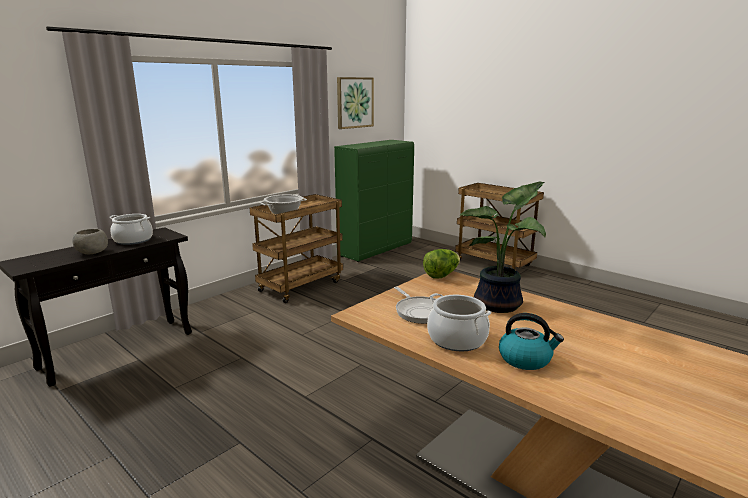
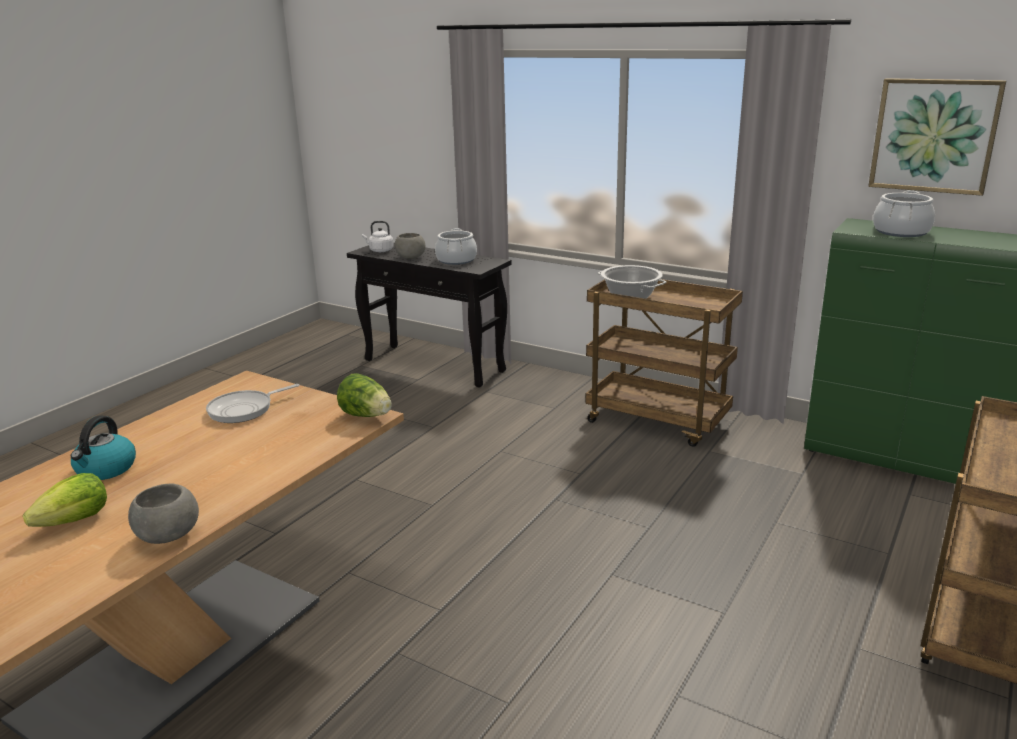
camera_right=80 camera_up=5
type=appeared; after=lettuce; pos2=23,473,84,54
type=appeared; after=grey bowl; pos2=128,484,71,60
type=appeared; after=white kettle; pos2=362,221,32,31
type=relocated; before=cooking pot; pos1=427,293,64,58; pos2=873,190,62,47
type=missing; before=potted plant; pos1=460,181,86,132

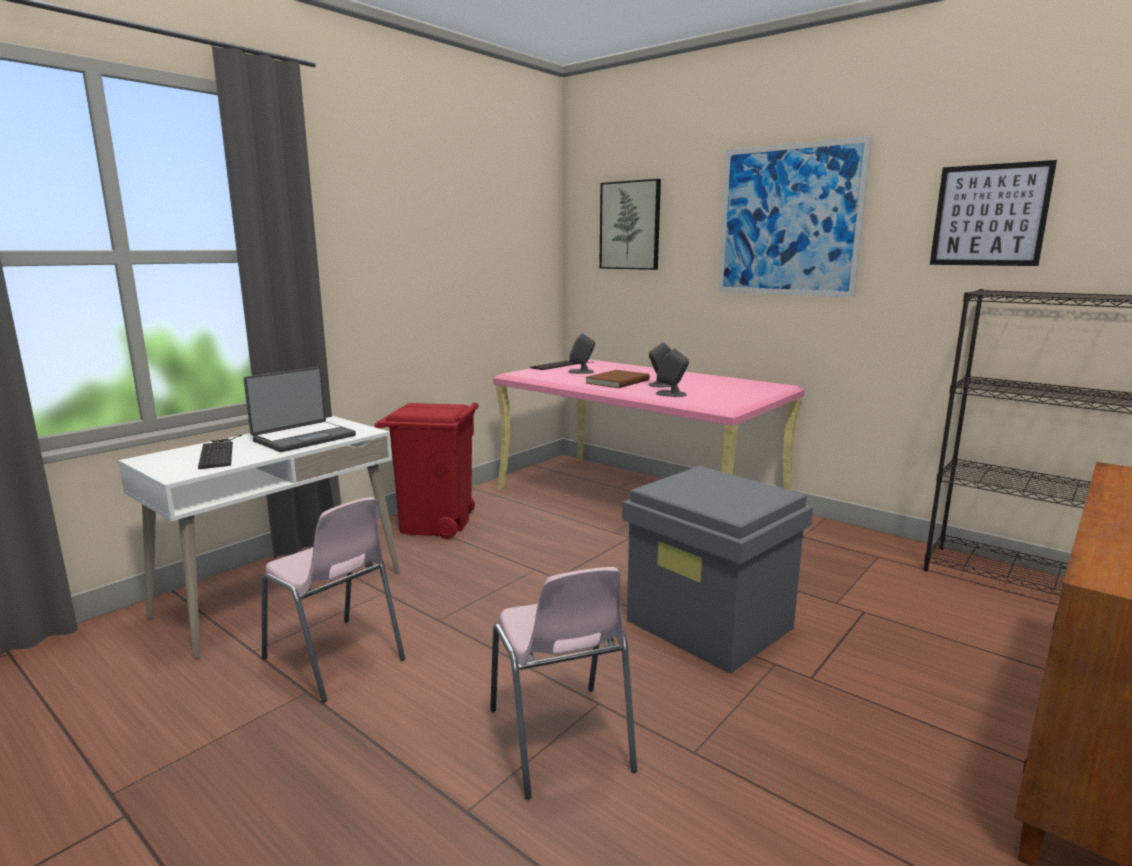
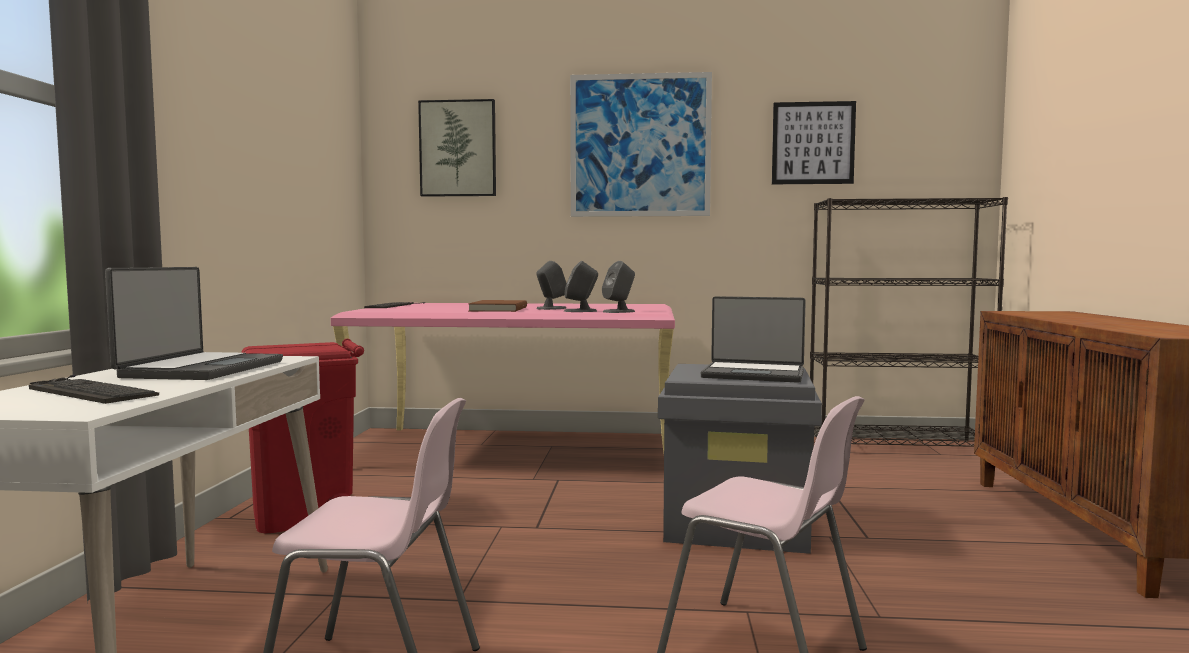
camera_right=-35 camera_up=-10
type=relocated; before=grey speaker; pos1=568,333,27,41; pos2=602,261,33,52
type=appeared; after=laptop; pos2=701,296,105,87

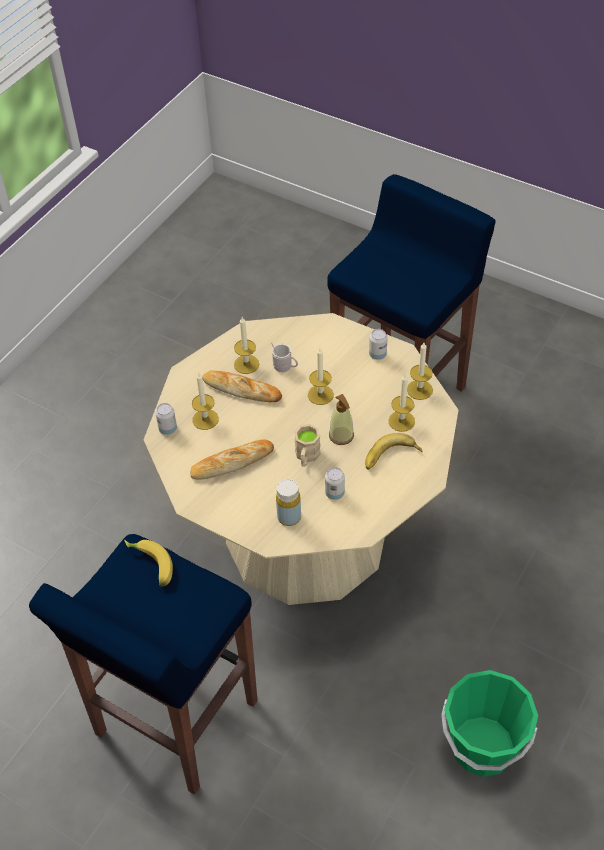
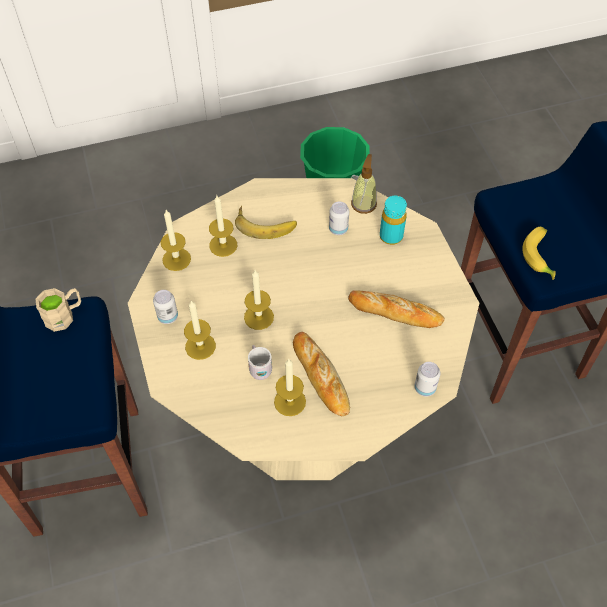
camera_right=-140 camera_up=5
type=relocated; before=beige mug; pos1=294,424,27,43; pos2=36,288,45,44
type=relocated; before=candle; pos1=192,372,27,58; pos2=184,301,32,59
type=relocated; before=soap dispenser; pos1=329,394,25,51; pos2=351,154,26,60
type=colour; before=yellow bottle; after=turquoise bottle; pos1=276,479,25,47; pos2=380,196,27,49

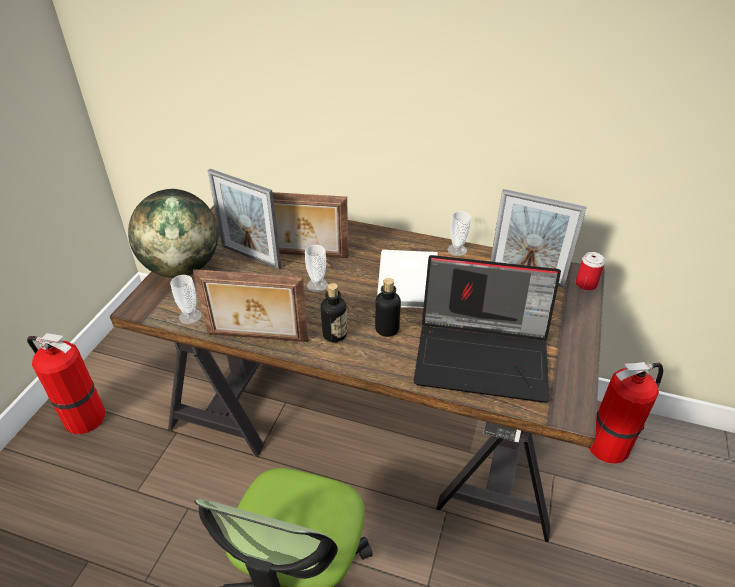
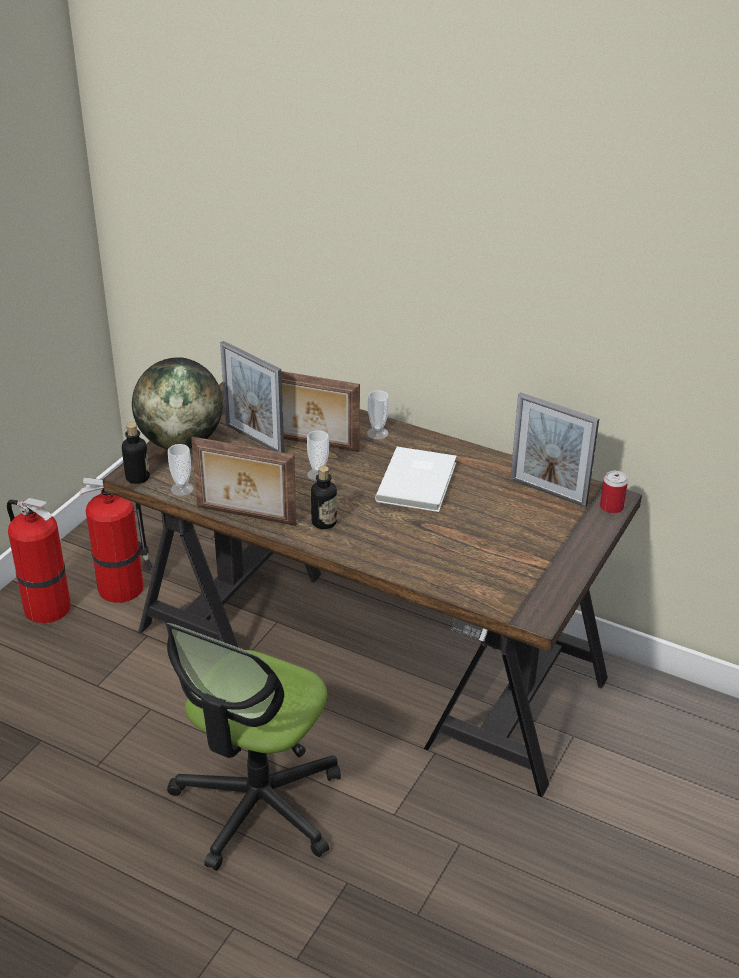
camera_right=10 camera_up=-5
type=relocated; before=fire extinguisher; pos1=589,362,74,102; pos2=80,477,73,126
type=relocated; before=bottle; pos1=375,278,26,59; pos2=122,422,28,62
type=relocated; before=cup; pos1=448,211,23,45; pos2=367,390,22,50
type=missing; before=laptop; pos1=414,255,147,148

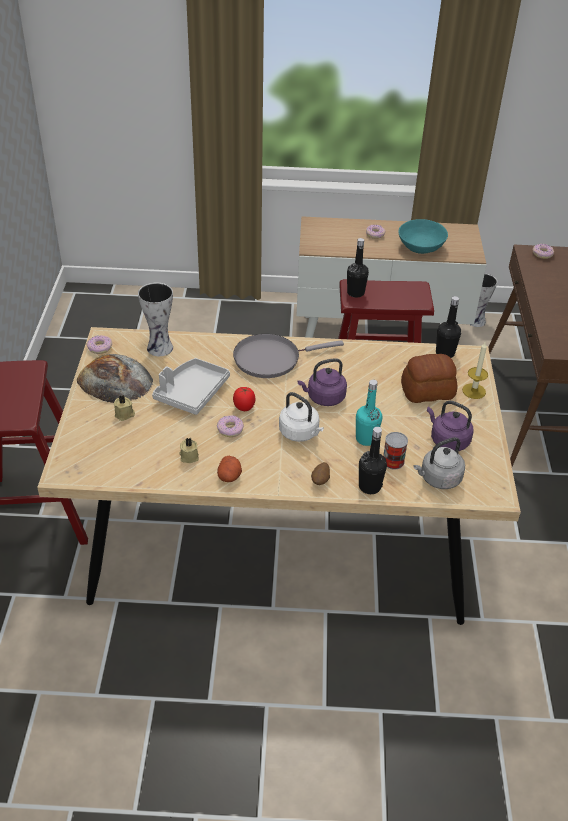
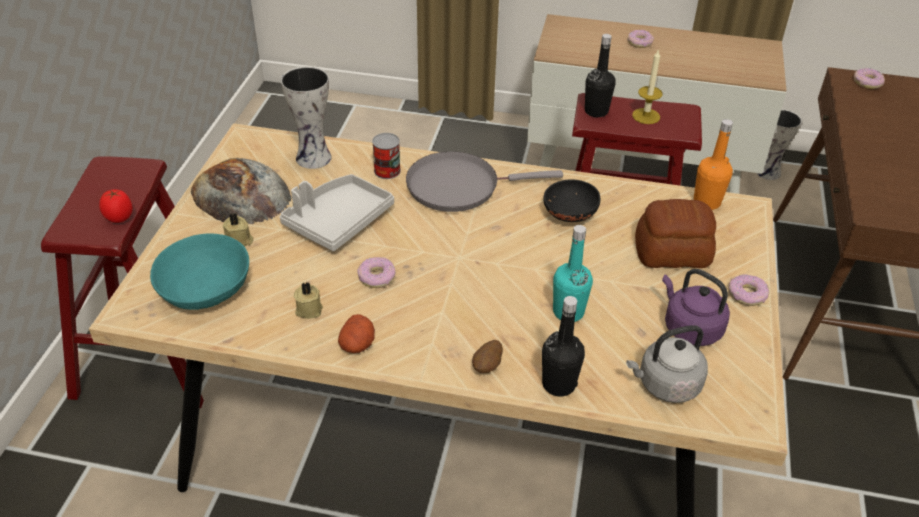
camera_right=10 camera_up=0
type=relocated; before=tomato; pos1=233,387,23,24; pos2=99,190,34,33
type=relocated; before=turquoise bowl; pos1=398,219,50,35; pos2=150,233,99,77
type=relocated; before=can; pos1=383,432,25,38; pos2=372,133,29,46
type=appeared; after=black bowl; pos2=544,179,56,43
type=relocated; before=candle; pos1=462,342,26,57; pos2=632,49,31,75
type=colour; before=black bottle; after=orange bottle; pos1=436,296,25,62; pos2=694,119,39,91
type=relocated; before=donut; pos1=87,335,25,19; pos2=728,275,41,31
type=missing; before=white kettle; pos1=279,392,45,50
type=missing; before=purple kettle; pos1=297,358,50,48

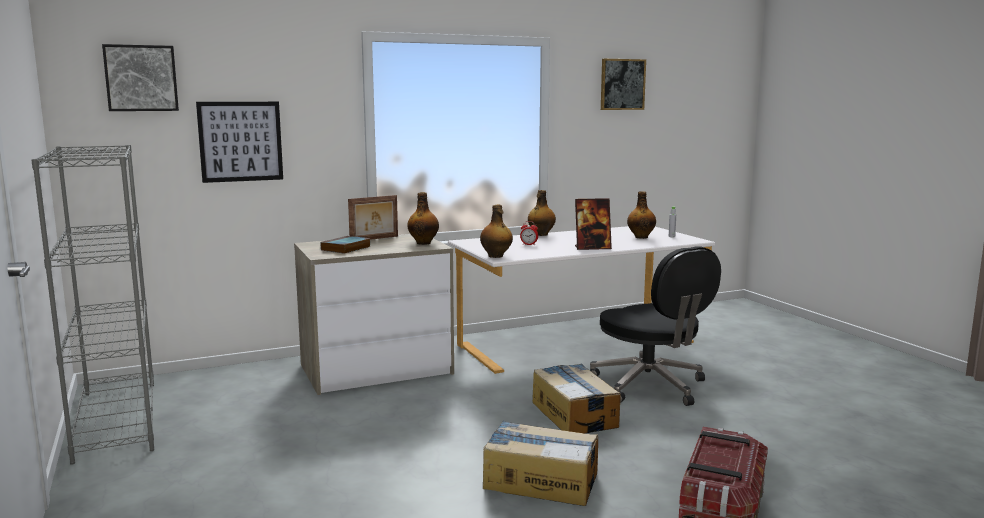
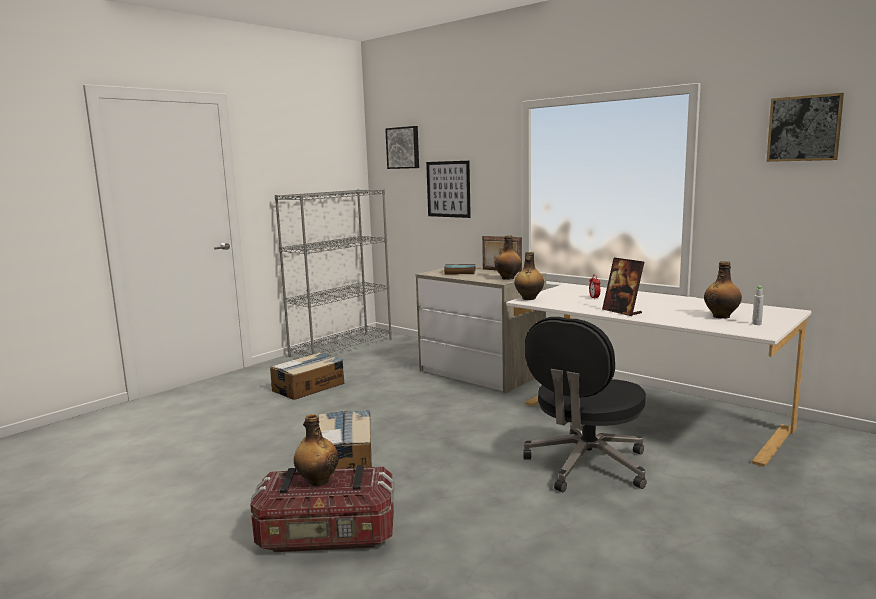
camera_right=65 camera_up=0
type=relocated; before=cardboard box; pos1=532,364,89,70; pos2=270,352,75,48
type=relocated; before=bottle; pos1=528,190,28,46; pos2=294,414,45,72

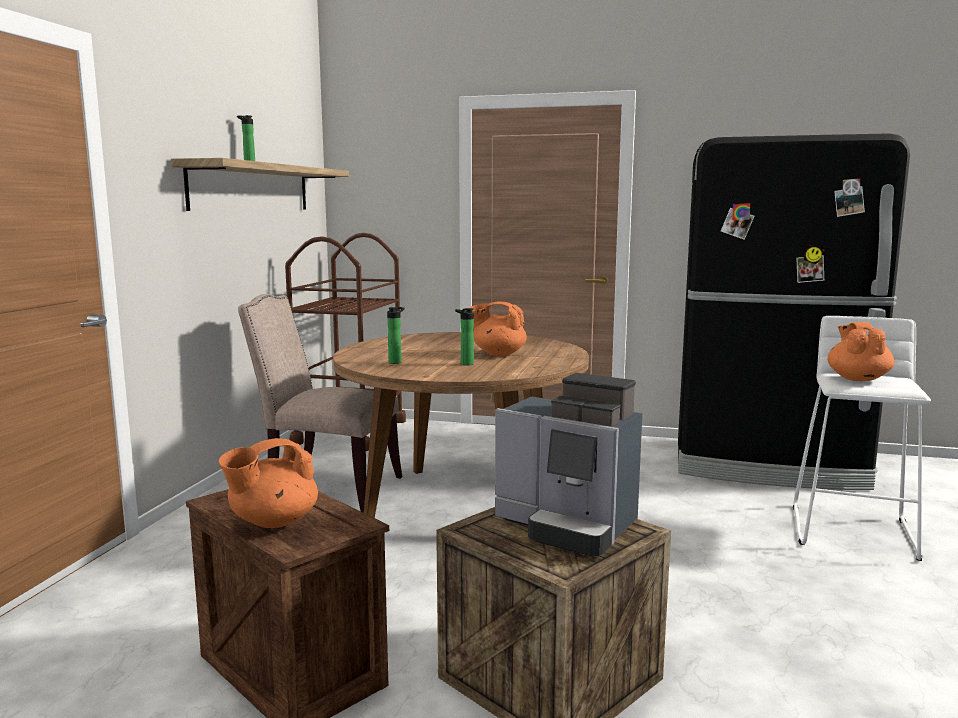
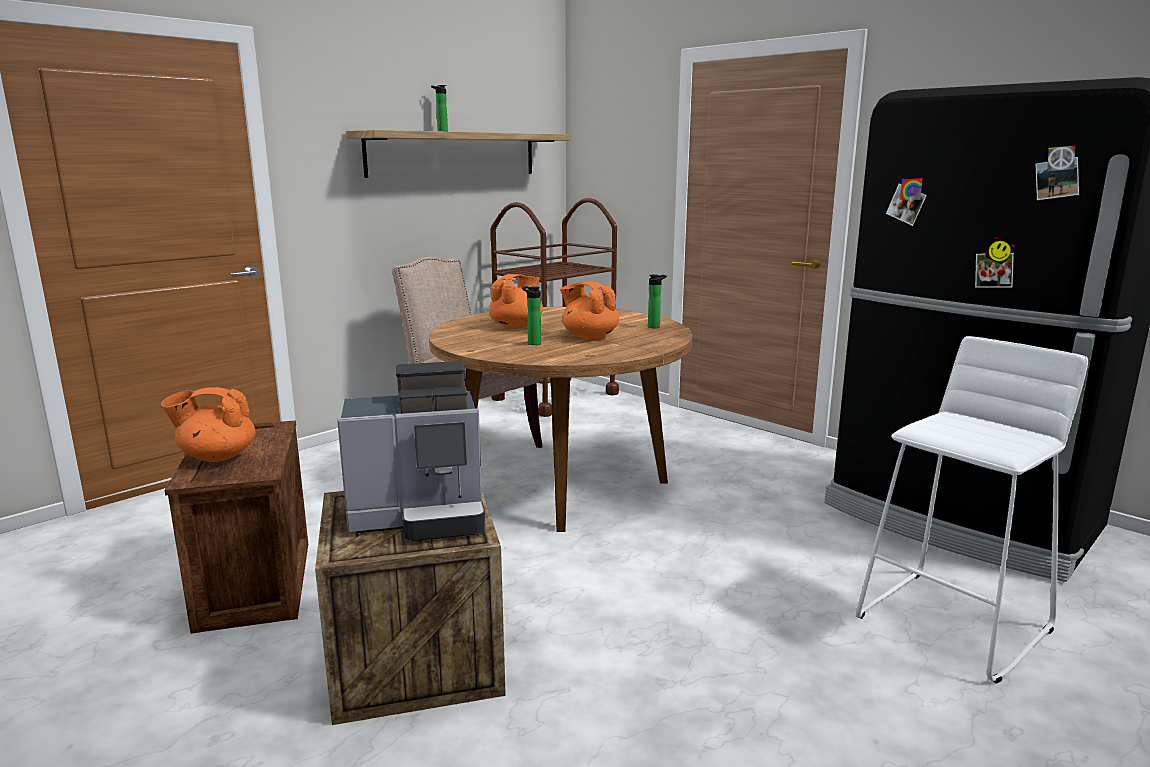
camera_right=30 camera_up=5
type=spun; before=coffee machine; pos1=495,373,147,184; pos2=337,361,148,180; turn=-75
type=relocated; before=orange teapot; pos1=827,322,67,59; pos2=489,274,54,54
type=relocated; before=bottle; pos1=387,307,18,57; pos2=648,274,19,54

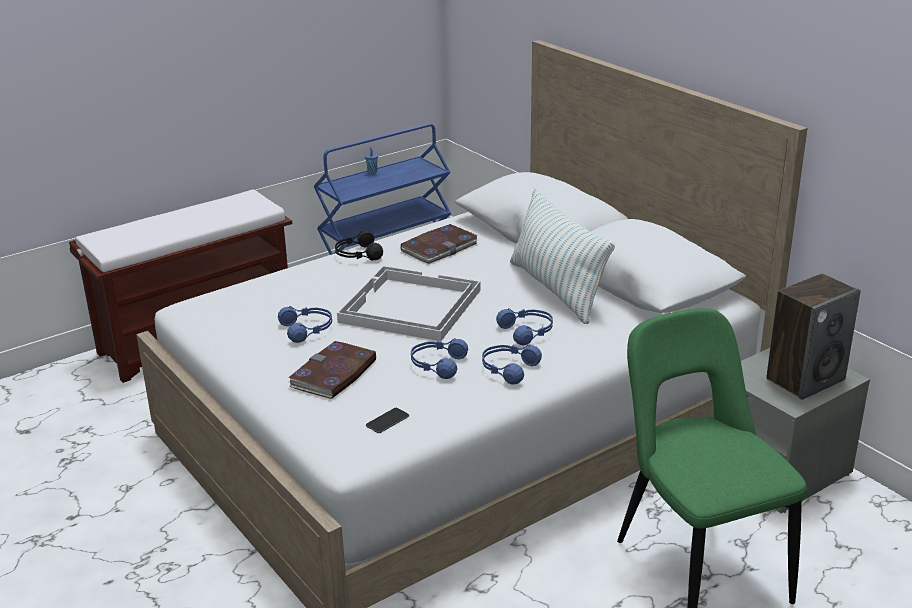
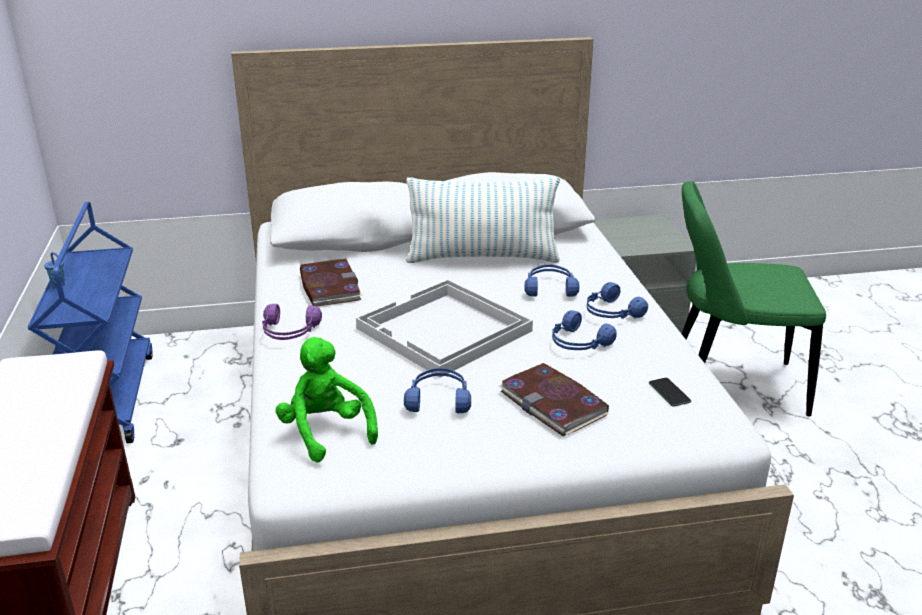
camera_right=-65 camera_up=0
type=colour; before=black headphones; after=purple headphones; pos1=335,230,48,31; pos2=262,304,60,36
type=appeared; after=green plush toy; pos2=275,337,103,125
type=missing; before=speaker; pos1=766,274,95,126

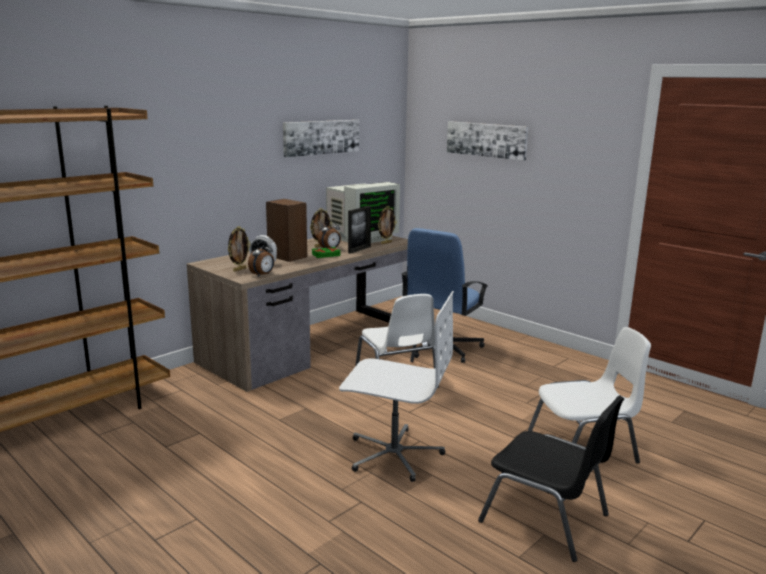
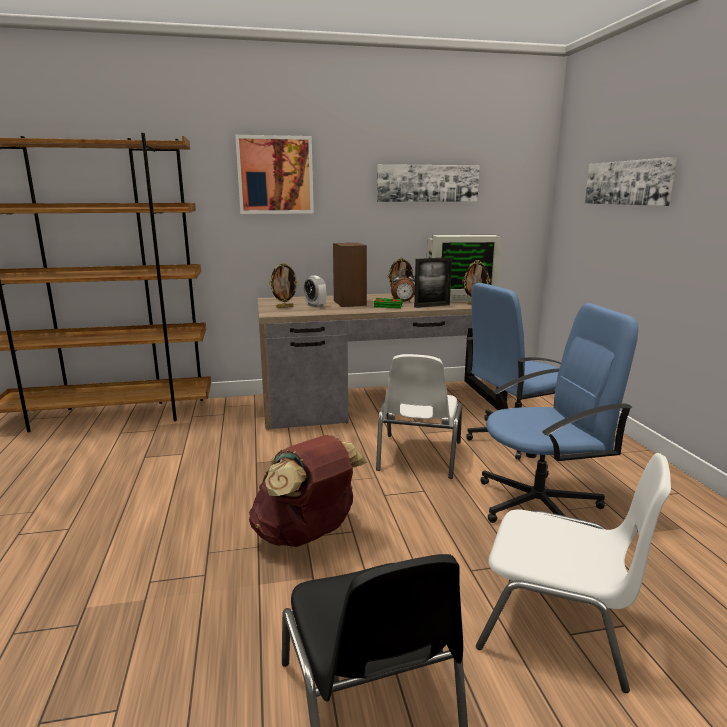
camera_right=35 camera_up=0
type=appeared; after=picture; pos2=235,135,79,79
type=exchanged; before=white office chair; after=brown backpack; pos1=339,291,115,191; pos2=249,435,119,112
type=appeared; after=blue office chair; pos2=481,303,157,220
type=missing; before=alarm clock; pos1=248,241,26,36

